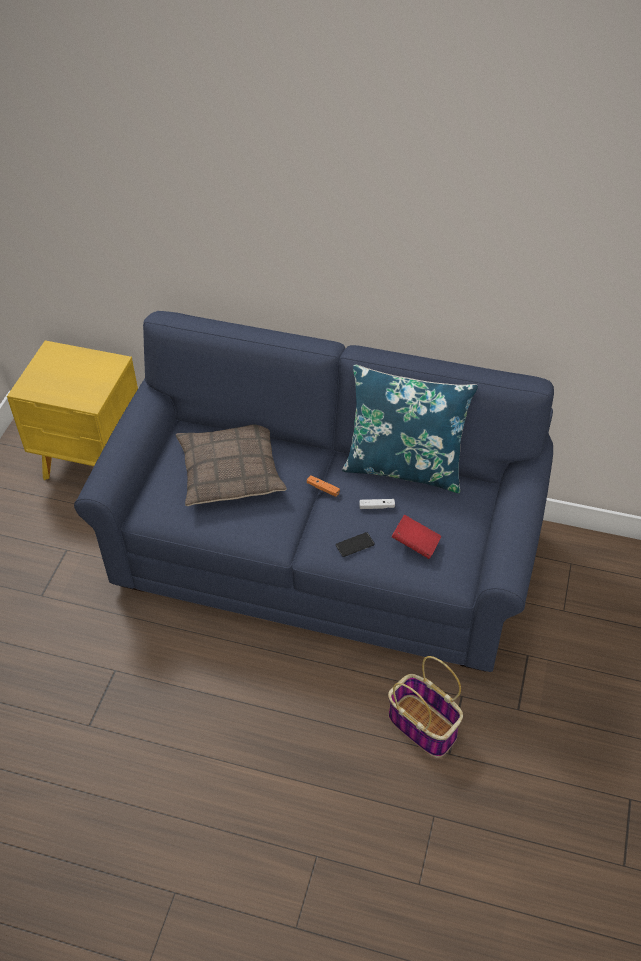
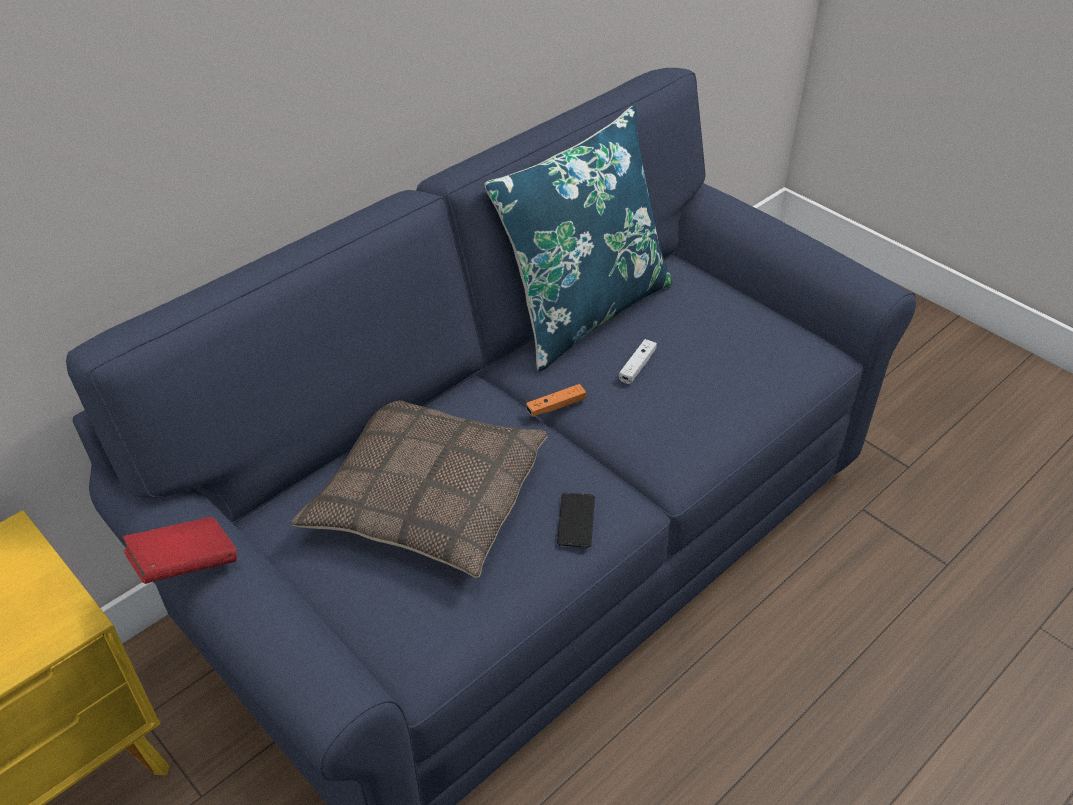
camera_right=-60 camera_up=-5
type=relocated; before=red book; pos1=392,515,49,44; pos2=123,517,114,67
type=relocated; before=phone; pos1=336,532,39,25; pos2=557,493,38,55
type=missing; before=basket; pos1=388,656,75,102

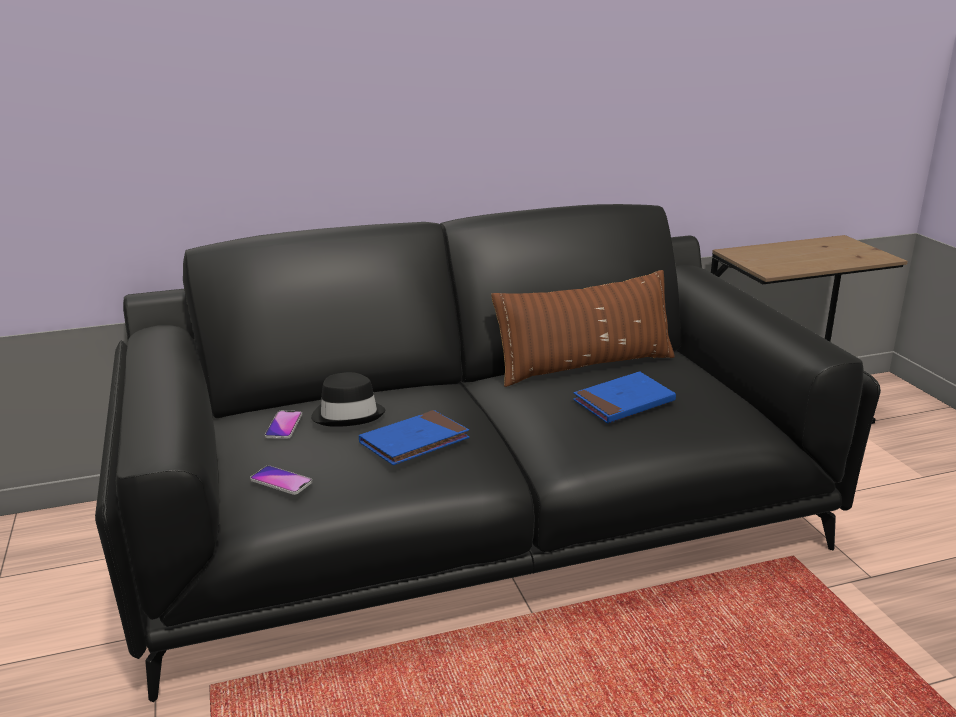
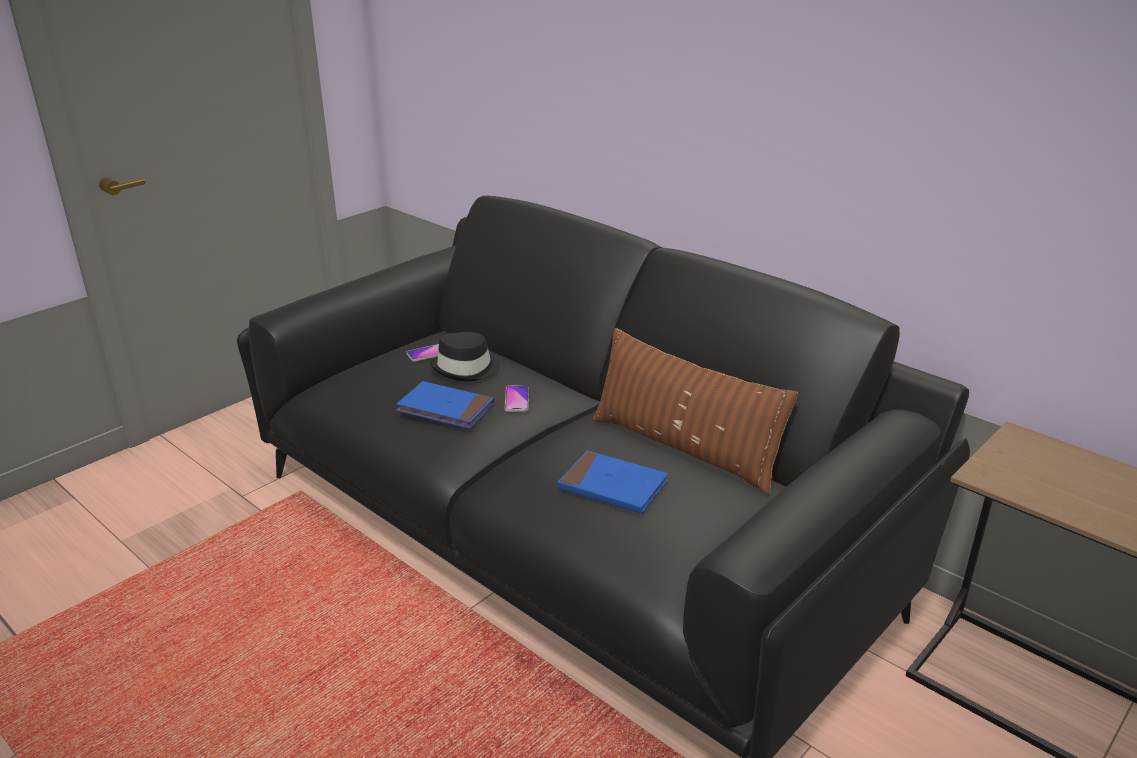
camera_right=60 camera_up=5
type=relocated; before=phone; pos1=250,466,62,29; pos2=505,385,24,27

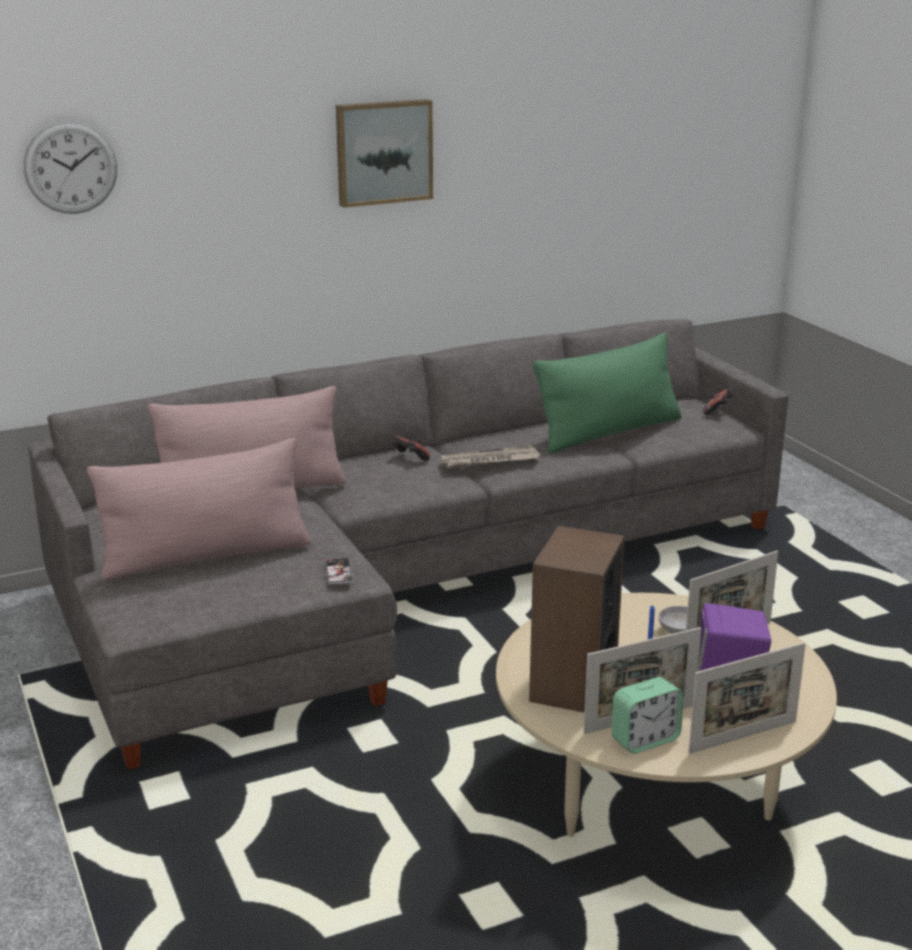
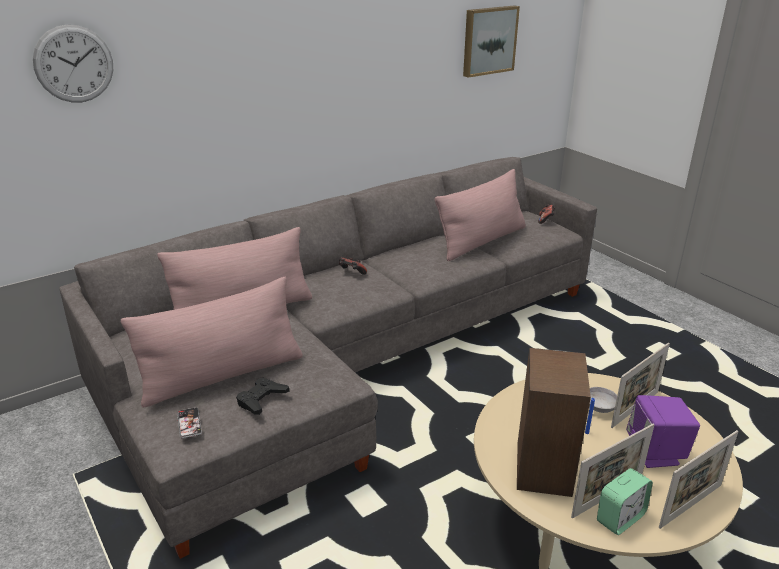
camera_right=-10 camera_up=5
type=relocated; before=phone; pos1=325,558,28,27; pos2=177,408,25,30
type=appeared; after=black game controller; pos2=236,378,53,37
type=colour; before=green pillow; after=pink pillow; pos1=533,332,149,121; pos2=435,169,91,92
type=relocated; before=picture; pos1=336,99,97,109; pos2=463,5,57,73
type=missing; before=newspaper; pos1=441,445,99,24

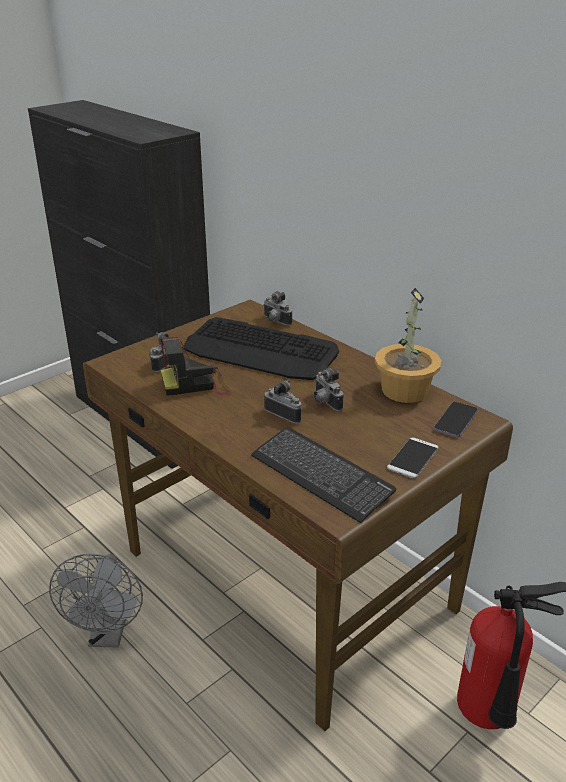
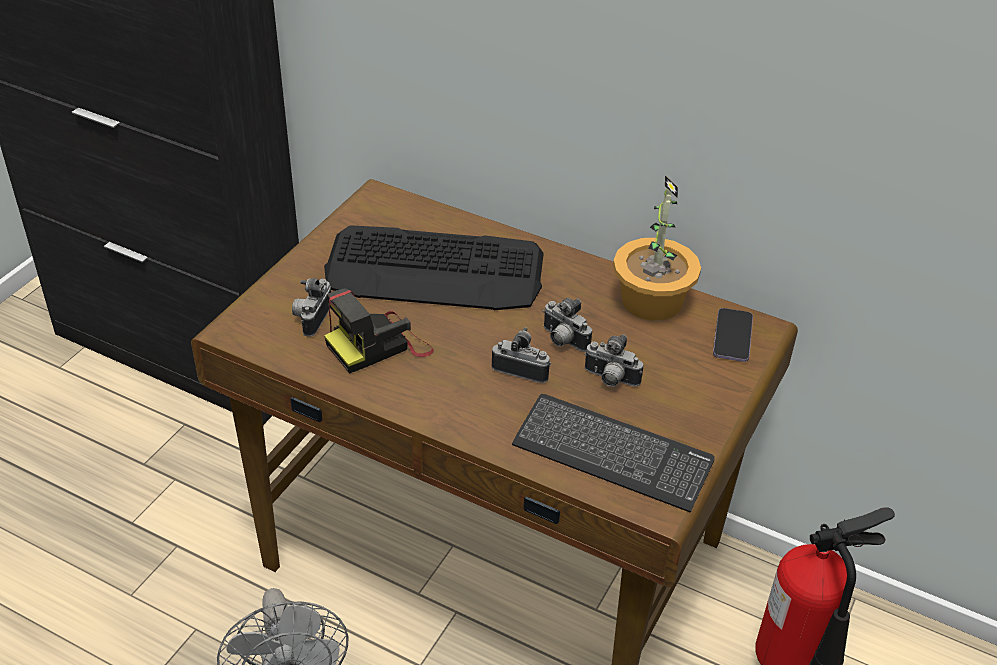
camera_right=-20 camera_up=10
type=relocated; before=photo camera; pos1=263,291,29,35; pos2=584,334,59,53
type=missing; before=phone; pos1=387,438,51,40

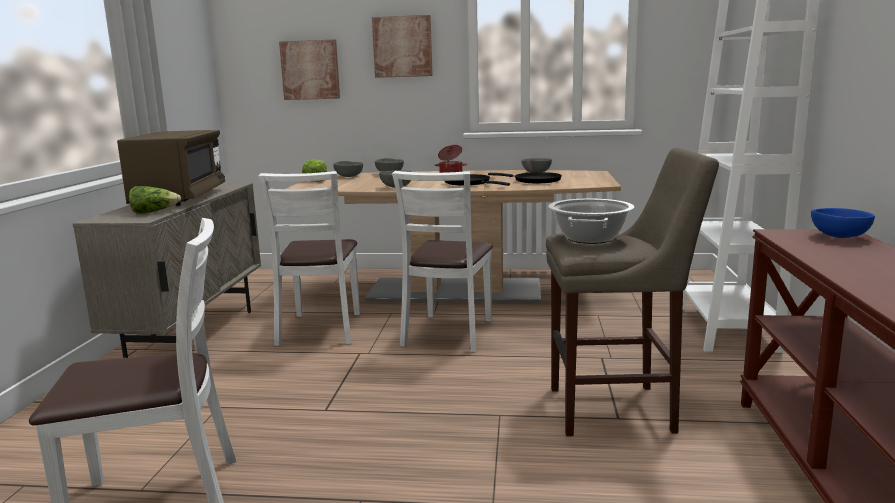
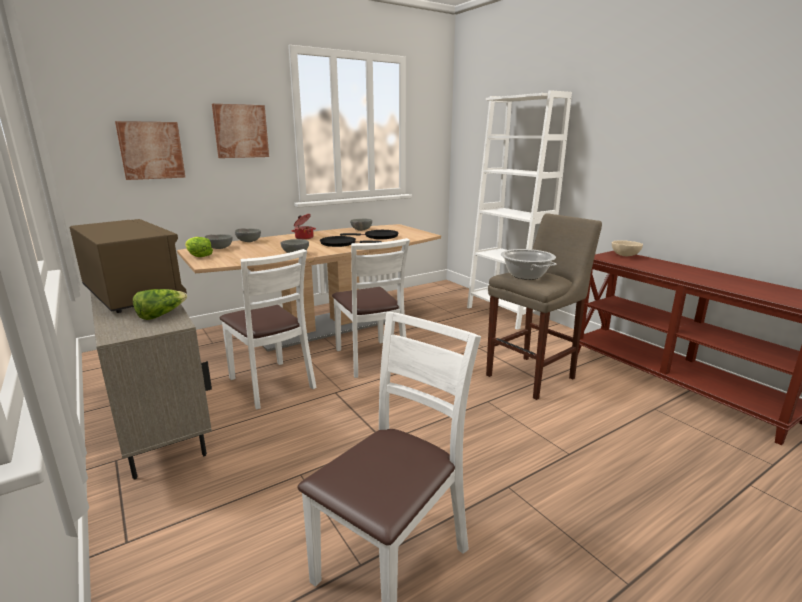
camera_right=-40 camera_up=5
type=colour; before=blue bowl; after=beige bowl; pos1=811,208,64,30; pos2=612,240,31,16

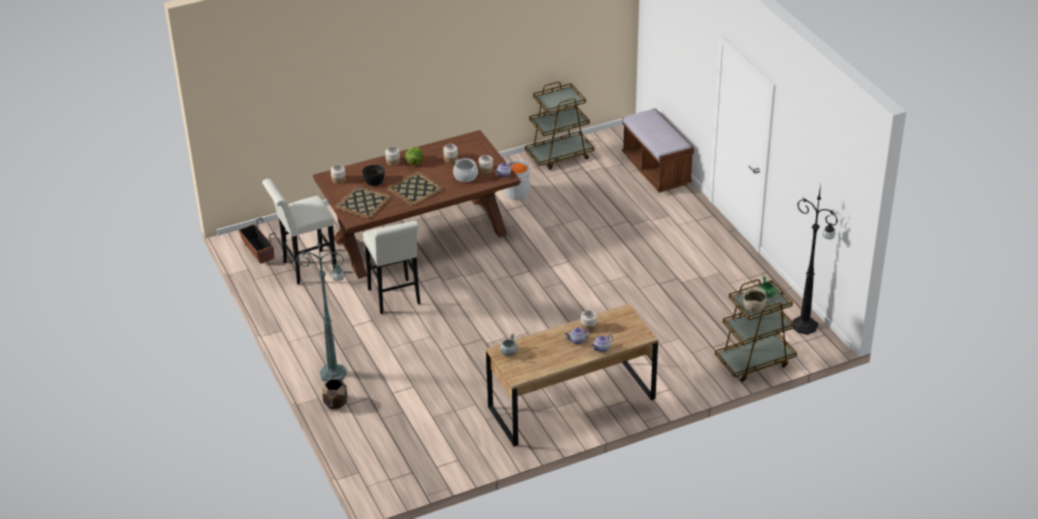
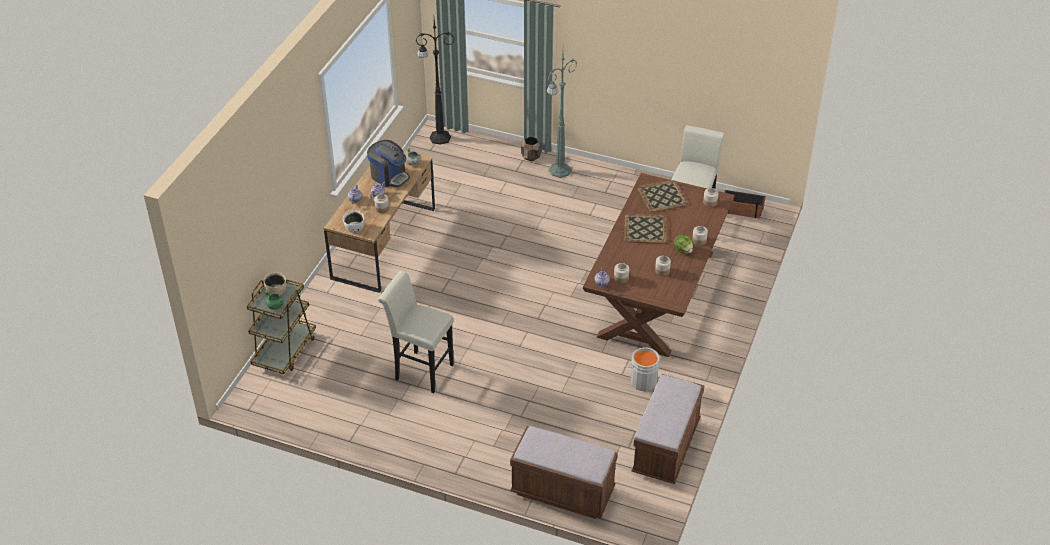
camera_right=135 camera_up=5
type=appeared; after=white bowl; pos2=343,211,21,22
type=appeared; after=coffee machine; pos2=367,140,43,47
type=relocated; before=white stool; pos1=363,221,58,93; pos2=378,271,76,122
type=relocated; before=black floor lamp; pos1=793,184,45,151; pos2=416,20,39,125
type=exchanged; before=brown cart; after=brown bench; pos1=525,82,69,88; pos2=631,374,74,110
type=missing; before=black bowl; pos1=362,165,23,21
type=missing; before=cooking pot; pos1=453,158,25,24

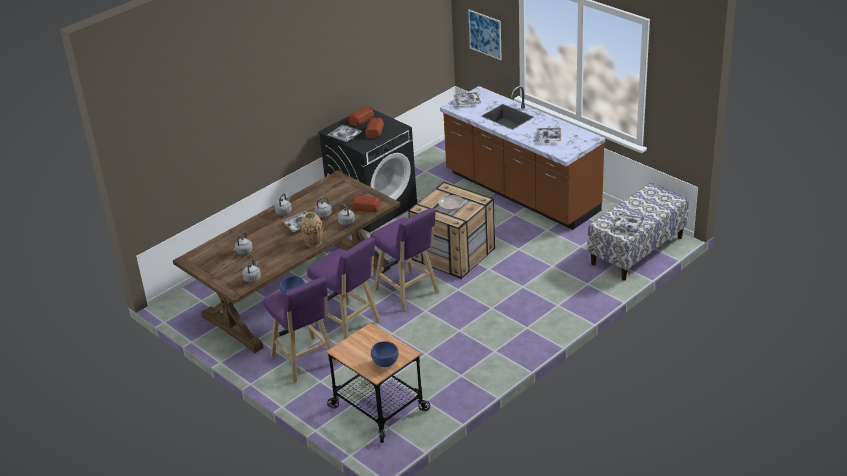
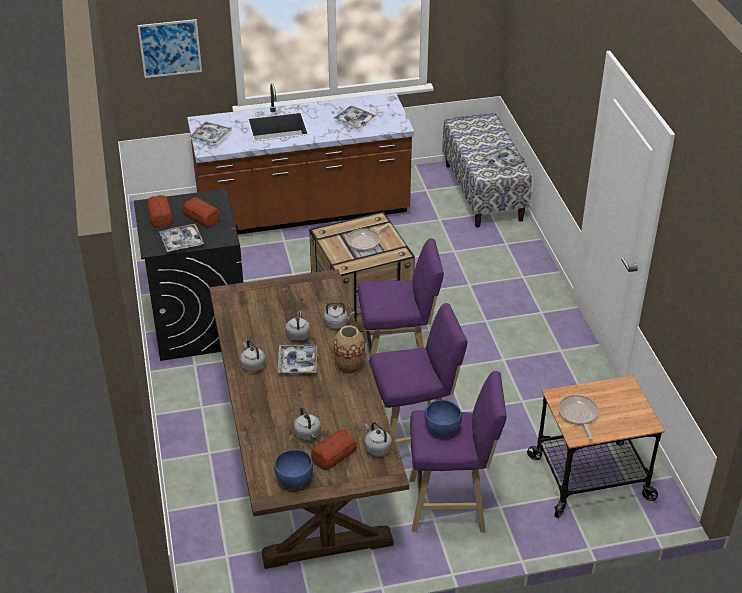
camera_right=-60 camera_up=5
type=relocated; before=blue bowl; pos1=371,341,28,26; pos2=274,449,39,39
type=relocated; before=bread; pos1=352,196,29,16; pos2=311,429,46,41
type=appeared; after=frying pan; pos2=558,395,41,44

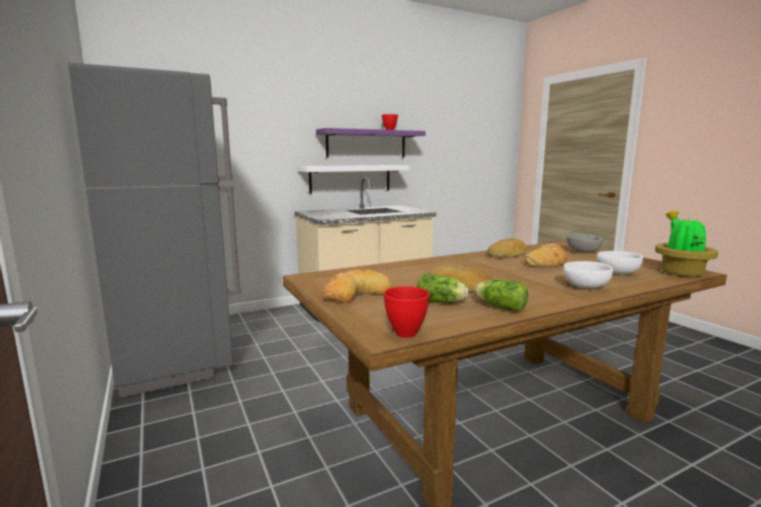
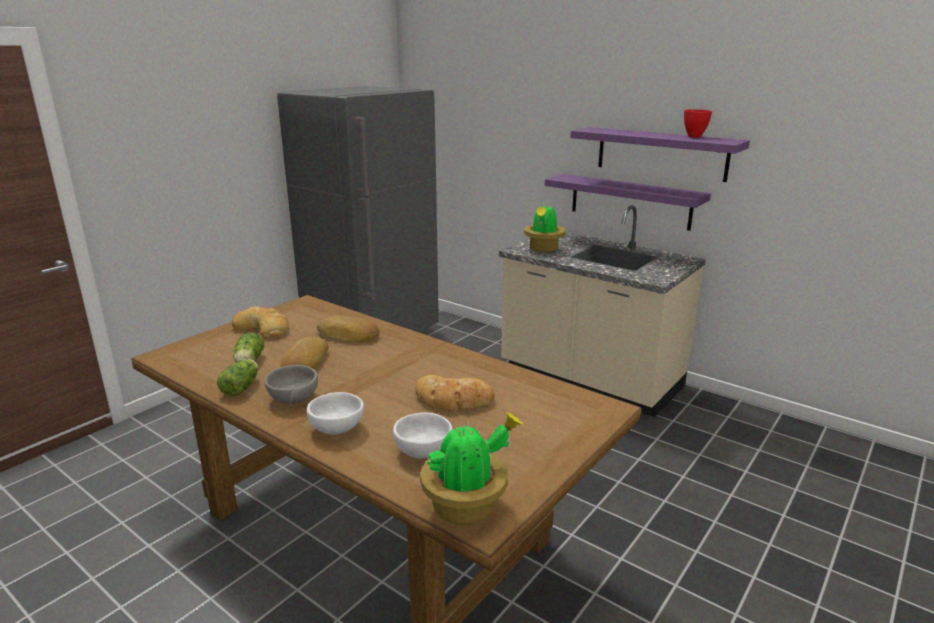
camera_right=65 camera_up=10
type=relocated; before=grey bowl; pos1=567,234,36,19; pos2=265,365,53,39
type=relocated; before=bread; pos1=487,238,39,20; pos2=317,316,63,27
type=appeared; after=potted plant; pos2=524,203,42,49
type=colour; before=white shelf; after=purple shelf; pos1=299,165,110,29; pos2=545,174,166,57
type=missing; before=red bowl; pos1=383,286,47,52

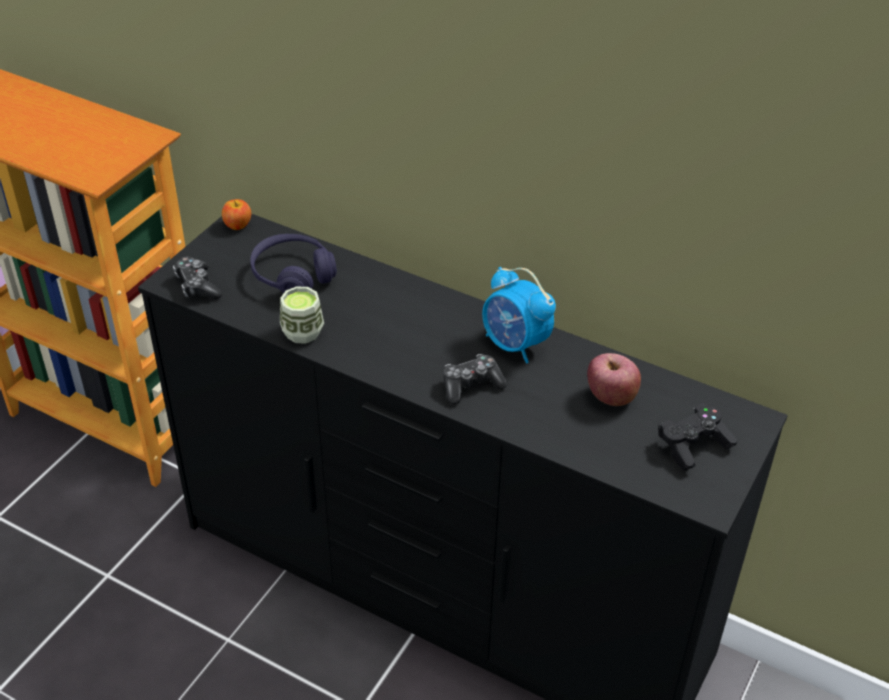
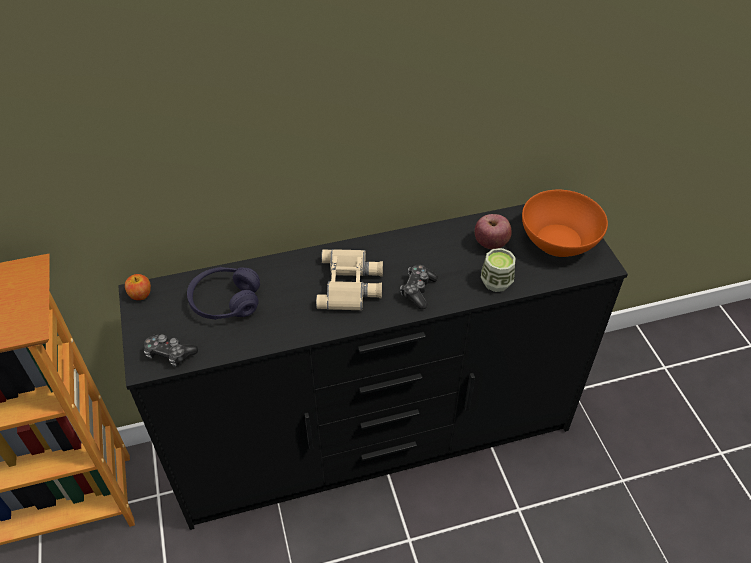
camera_right=-45 camera_up=5
type=appeared; after=beige binoculars; pos2=316,249,67,62
type=relocated; before=cup; pos1=280,286,44,58; pos2=481,248,35,44
type=exchanged; before=black game controller; after=orange bowl; pos1=658,403,79,68; pos2=522,190,86,67
type=missing; before=alarm clock; pos1=482,267,74,97

